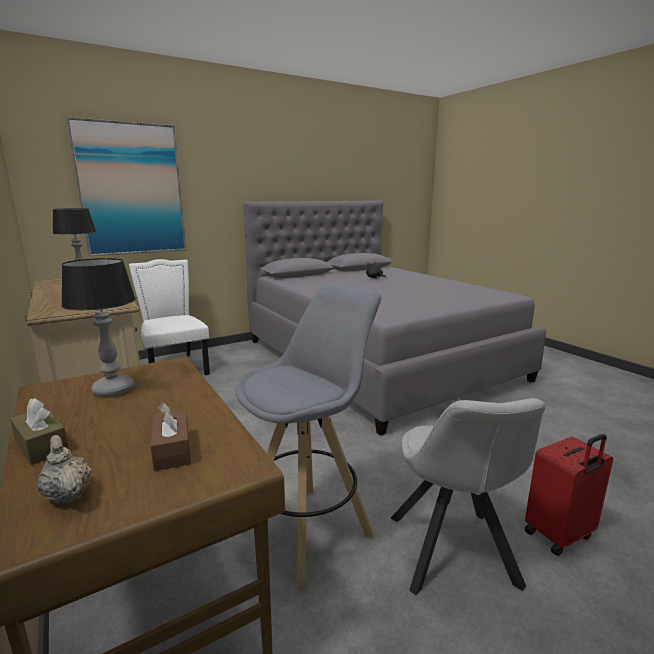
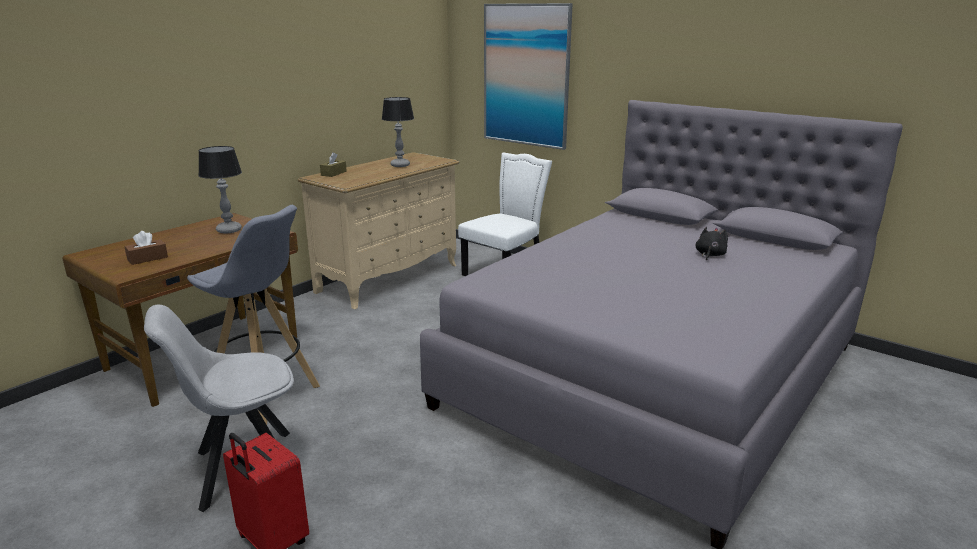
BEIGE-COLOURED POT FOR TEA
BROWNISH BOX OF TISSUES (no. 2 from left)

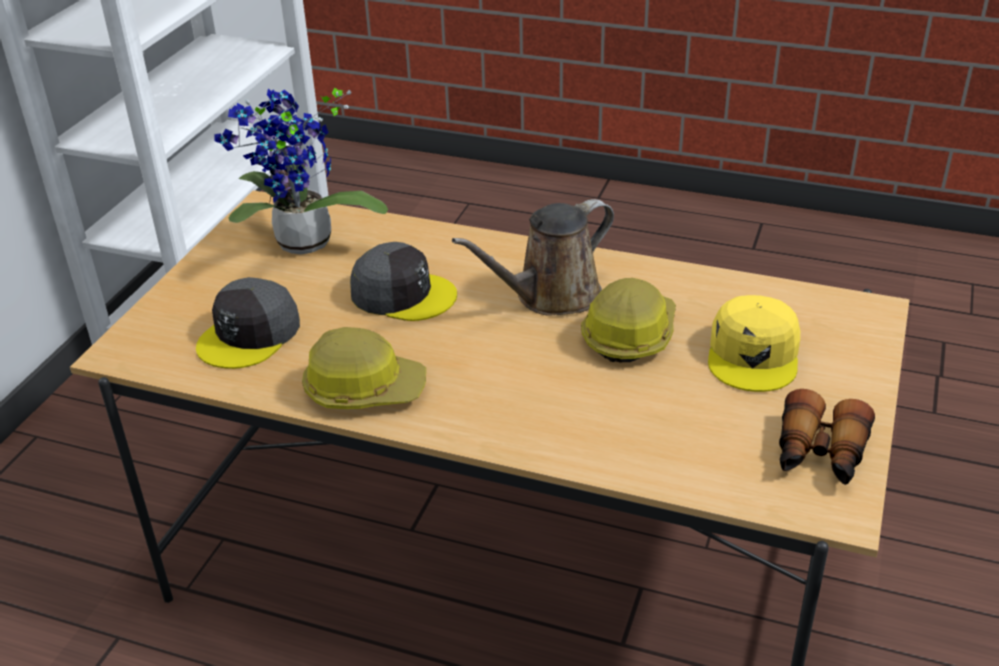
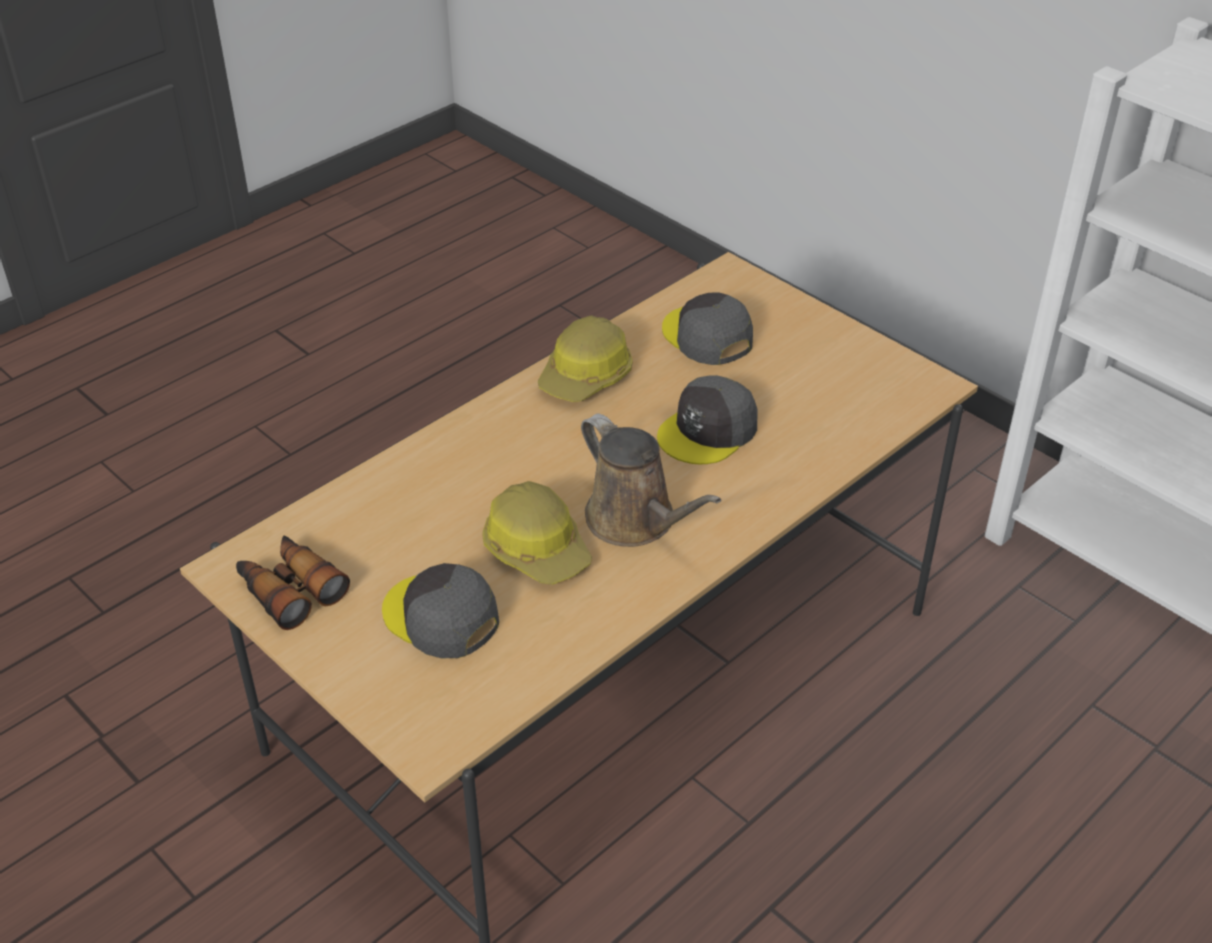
PLANT IN A POT
GREYISH CAP (no. 1 from left)
BROWNISH WATERING POT

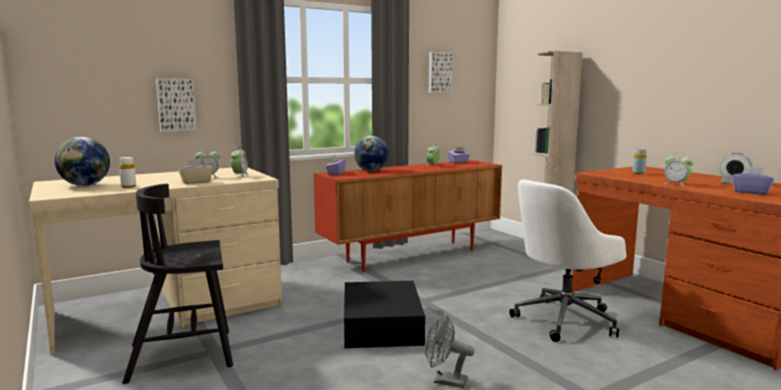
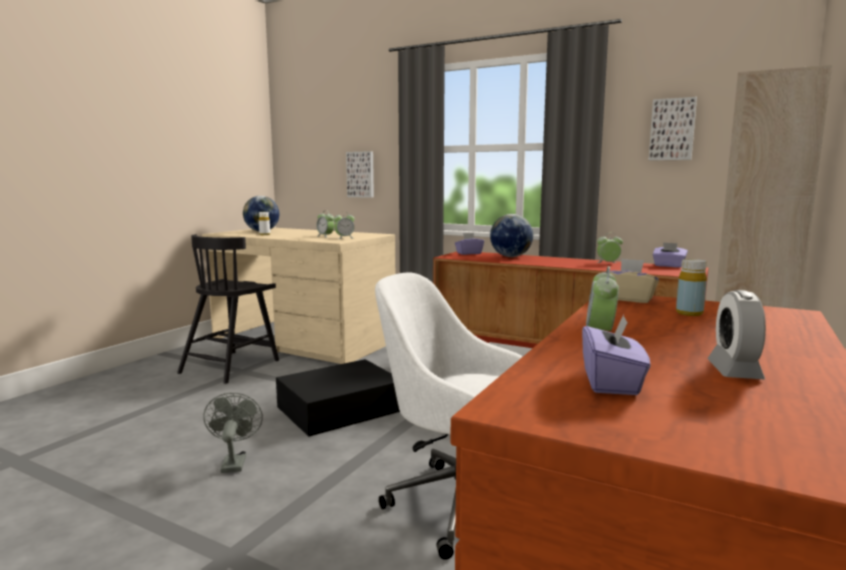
BEIGE-COLOURED BOX OF TISSUES
BLACK PLAIN CHAIR

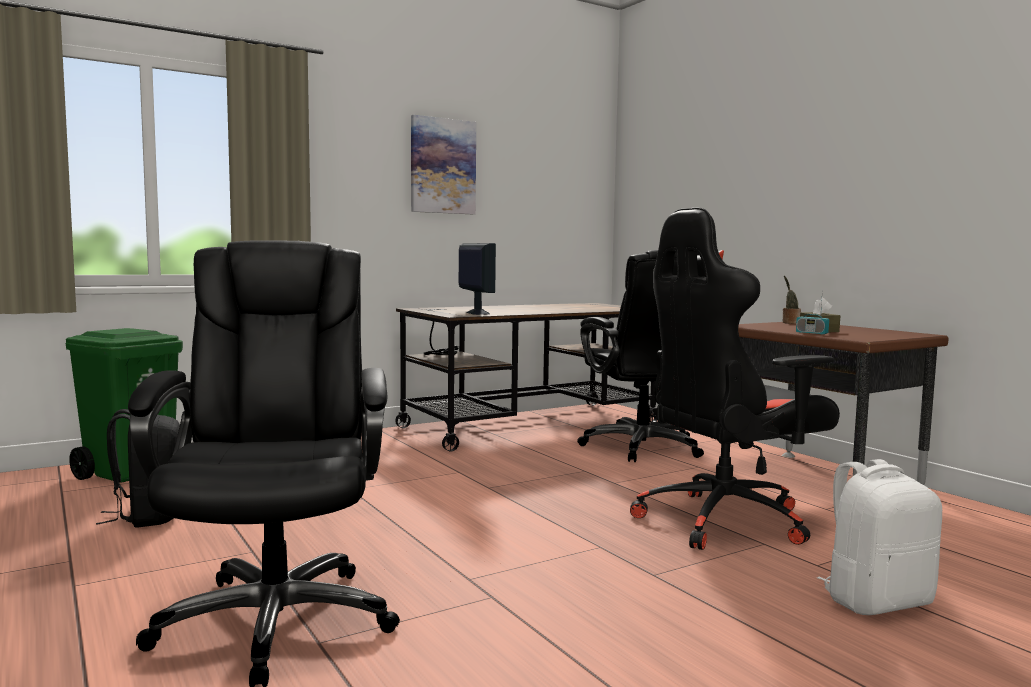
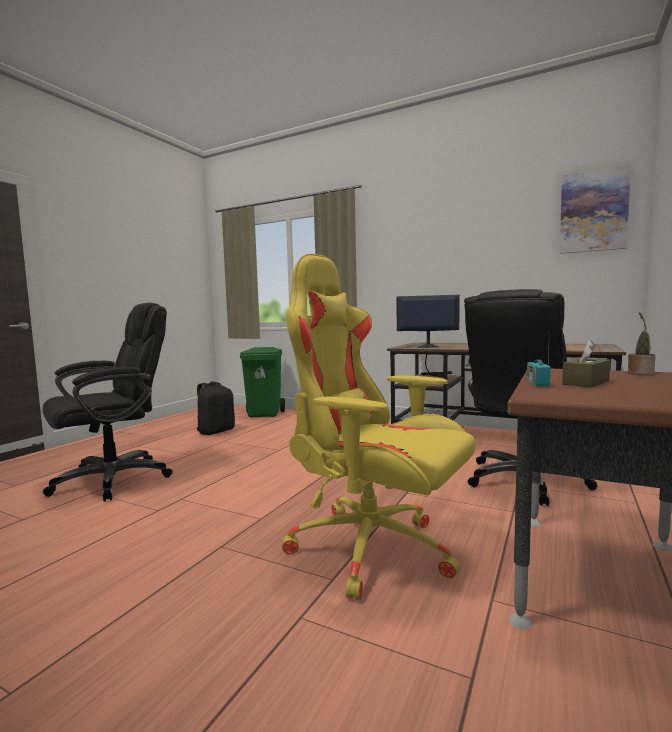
WHITE RUCKSACK
PICTURE
YELLOW-COLOURED COMPUTER CHAIR
COMPUTER DISPLAY

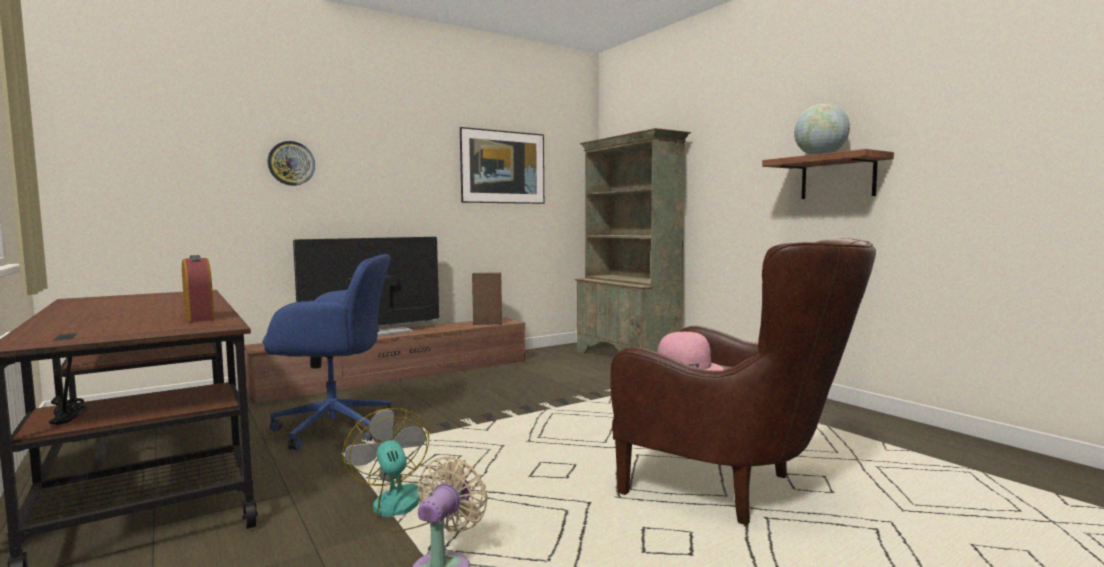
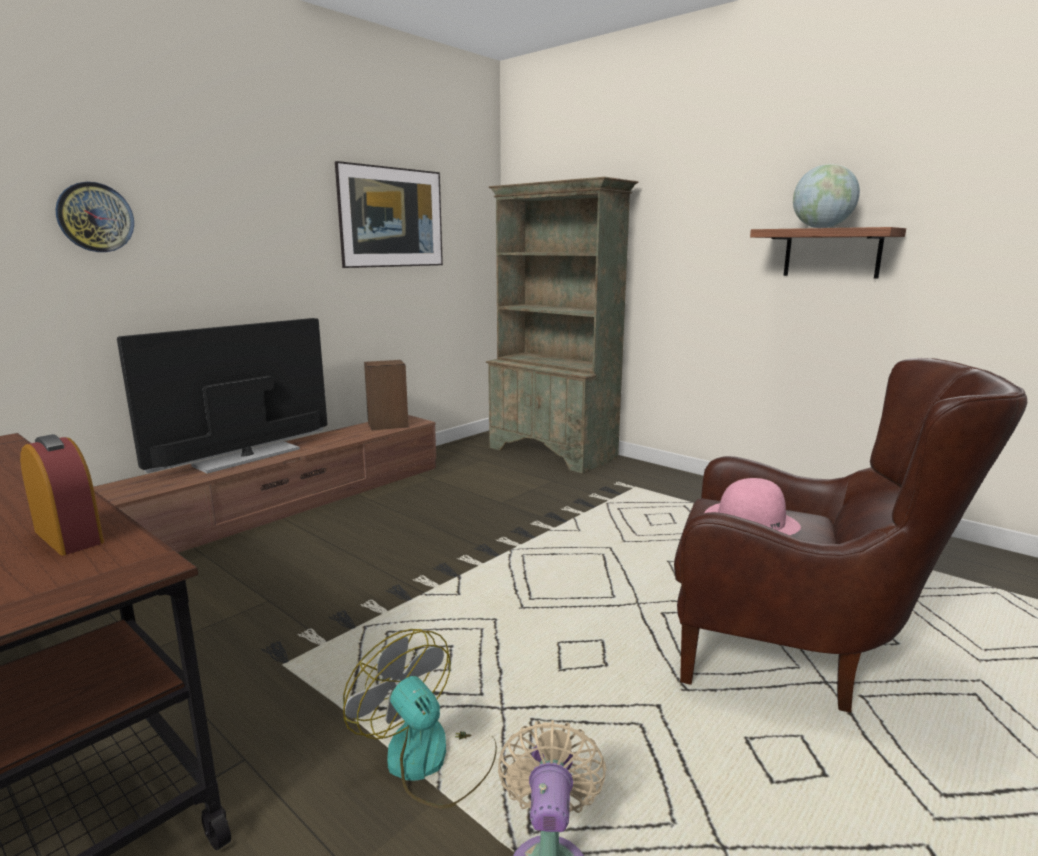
BLUISH COMPUTER CHAIR

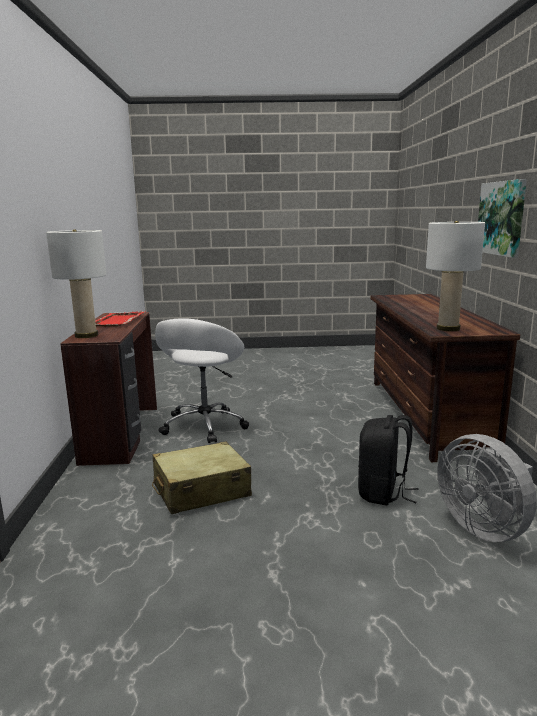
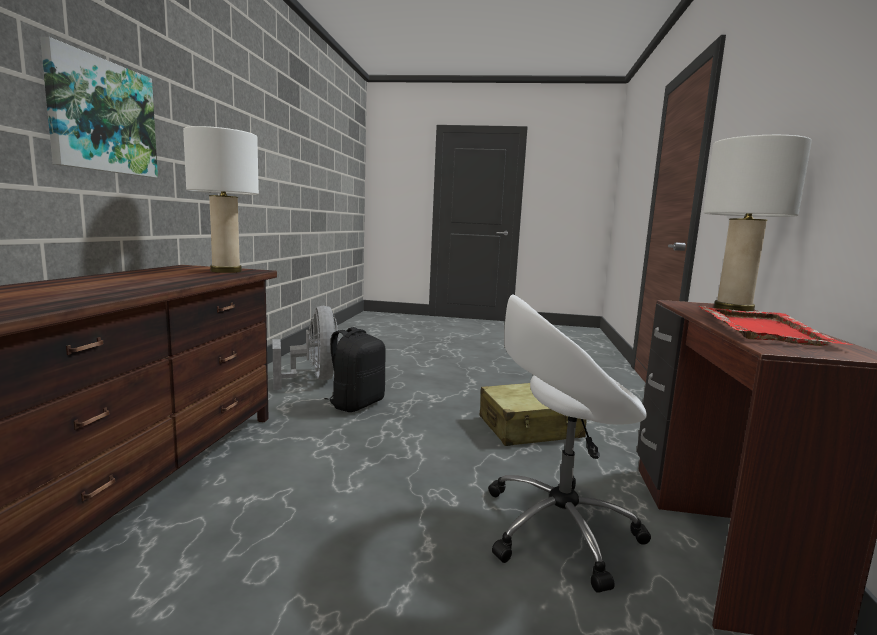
WHITE COMPUTER CHAIR

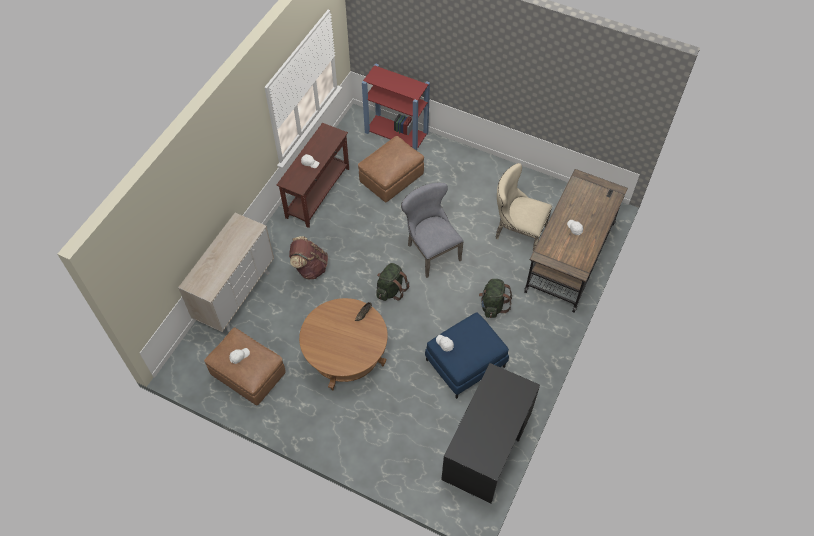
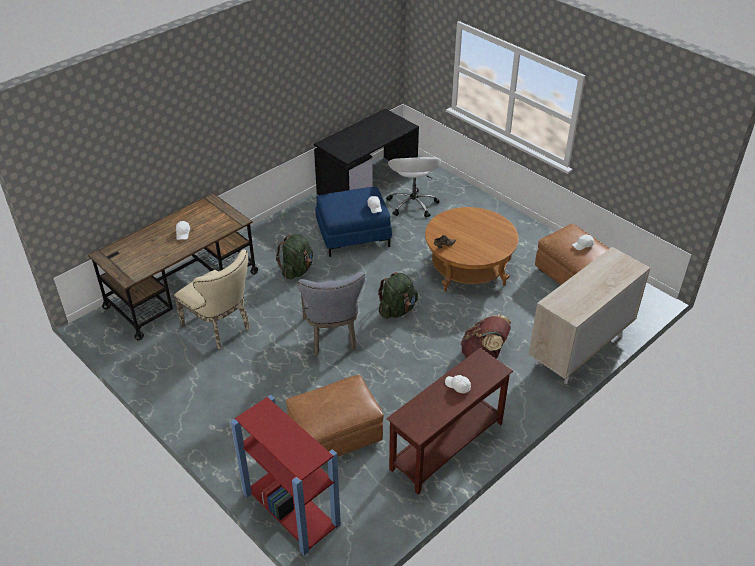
WHITE COMPUTER CHAIR

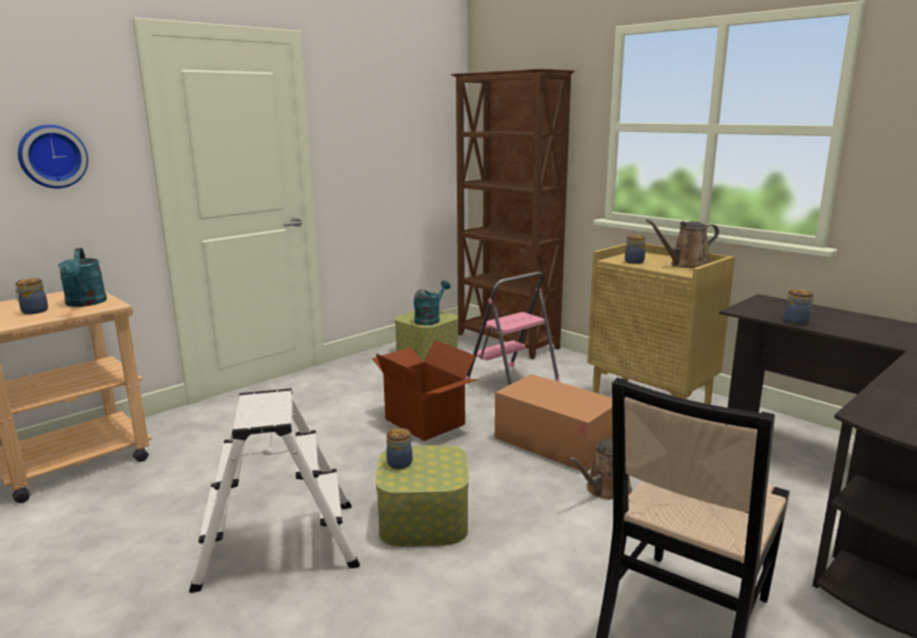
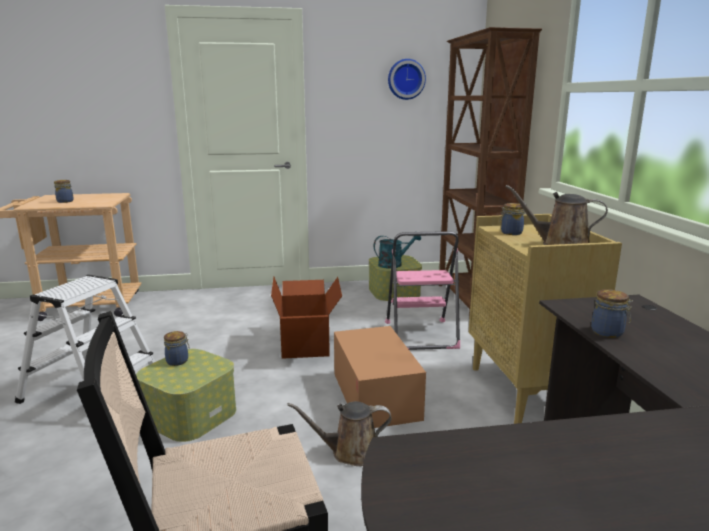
BLUE-GREEN WATERING POT (no. 1 from left in the first image)
WALL CLOCK

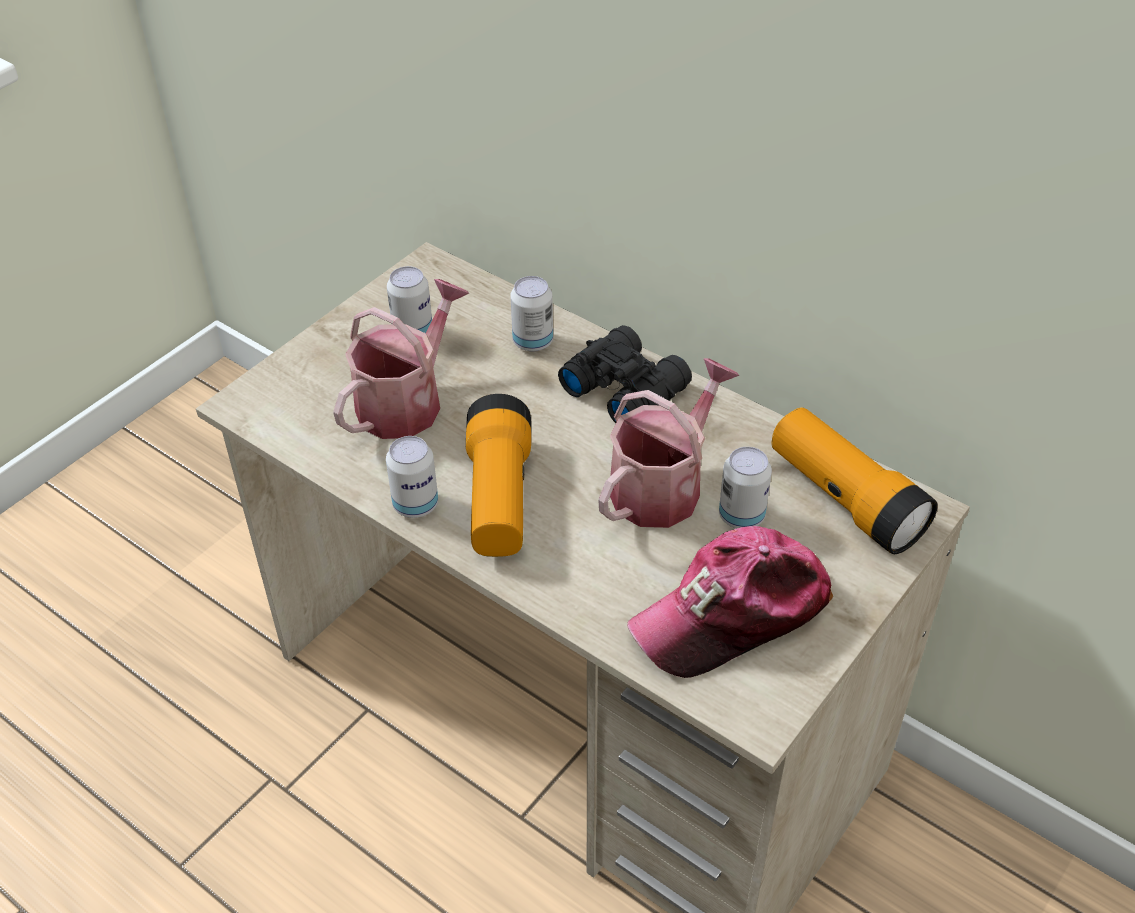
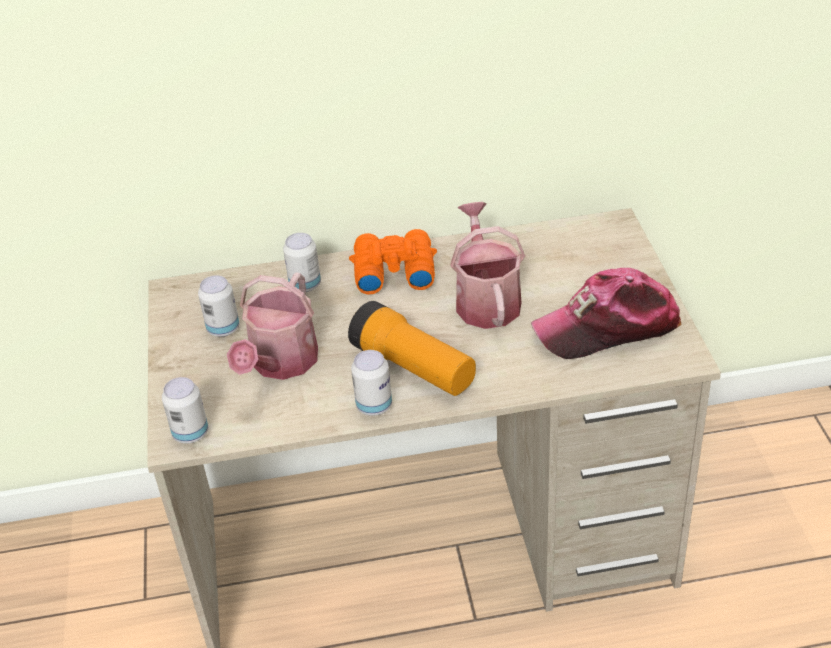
FLASHLIGHT (no. 2 from left in the first image)
CAN (no. 1 from left)
ORANGE-COLOURED PAIR OF BINOCULARS
WATERING POT (no. 1 from left)
CAP

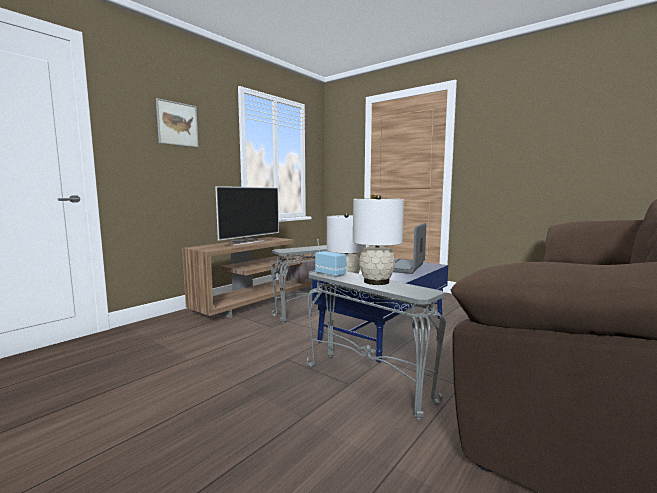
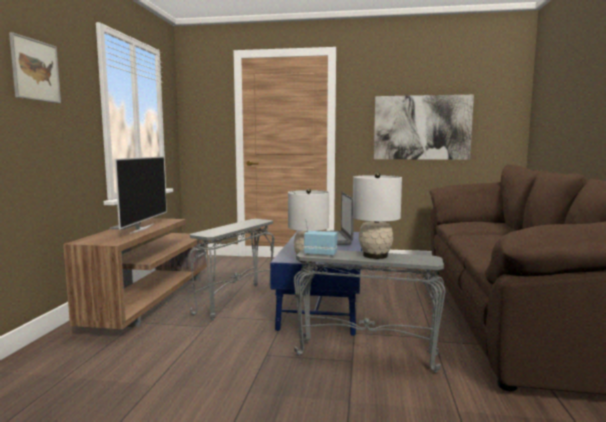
PICTURE (no. 2 from left)

